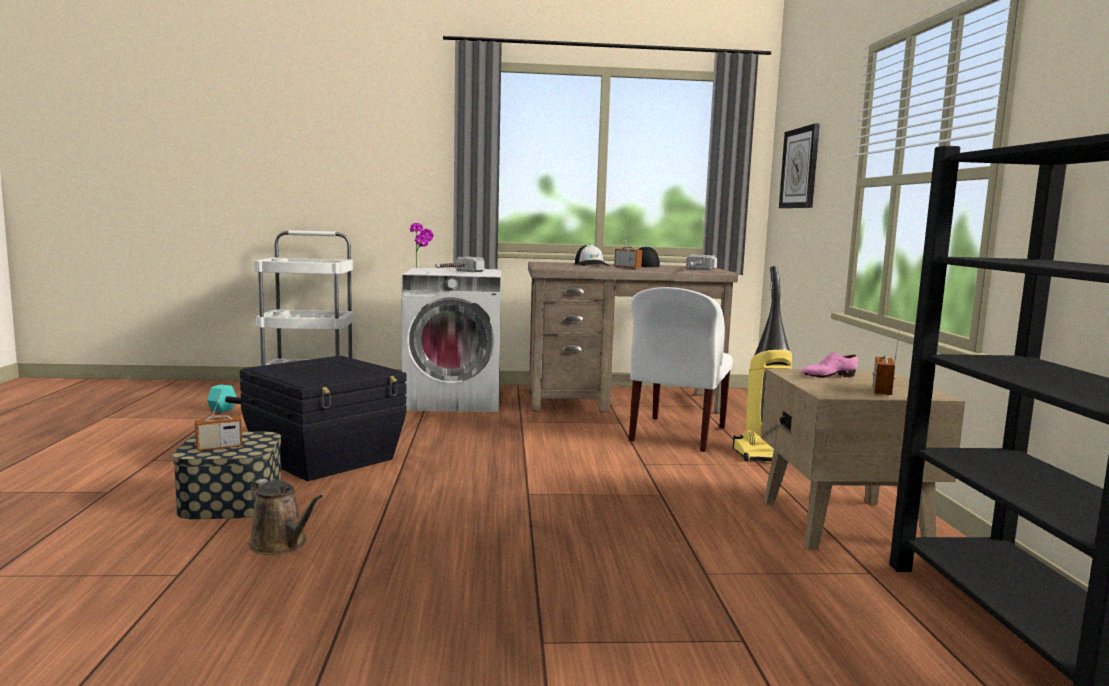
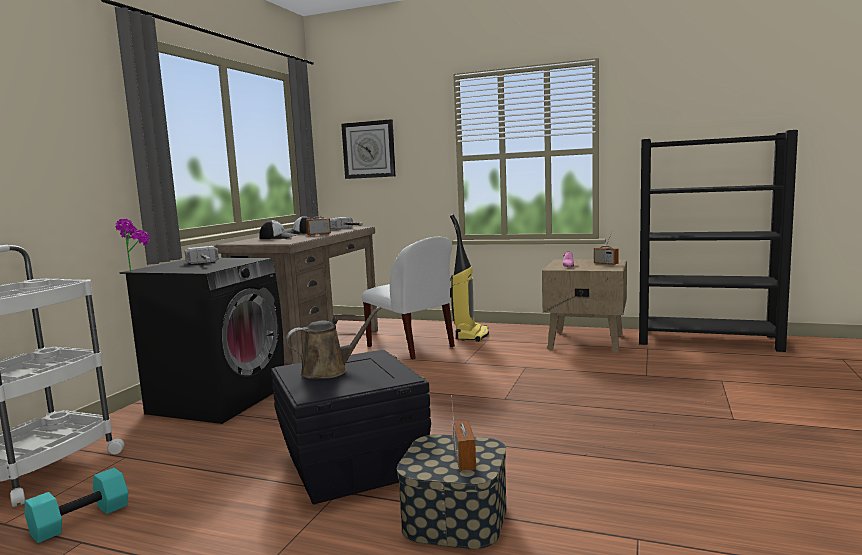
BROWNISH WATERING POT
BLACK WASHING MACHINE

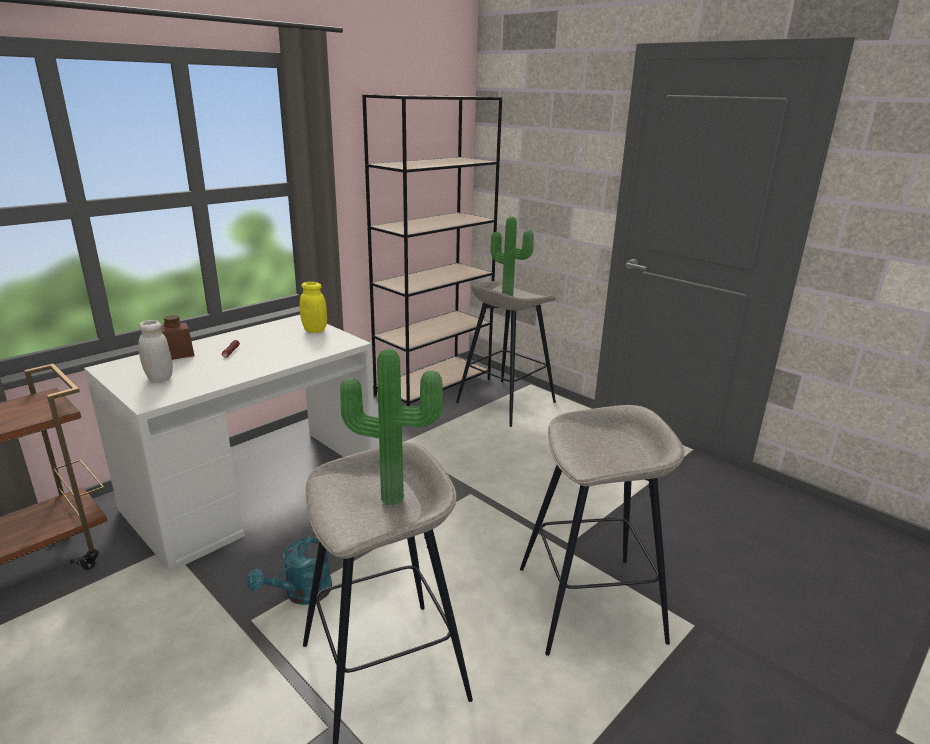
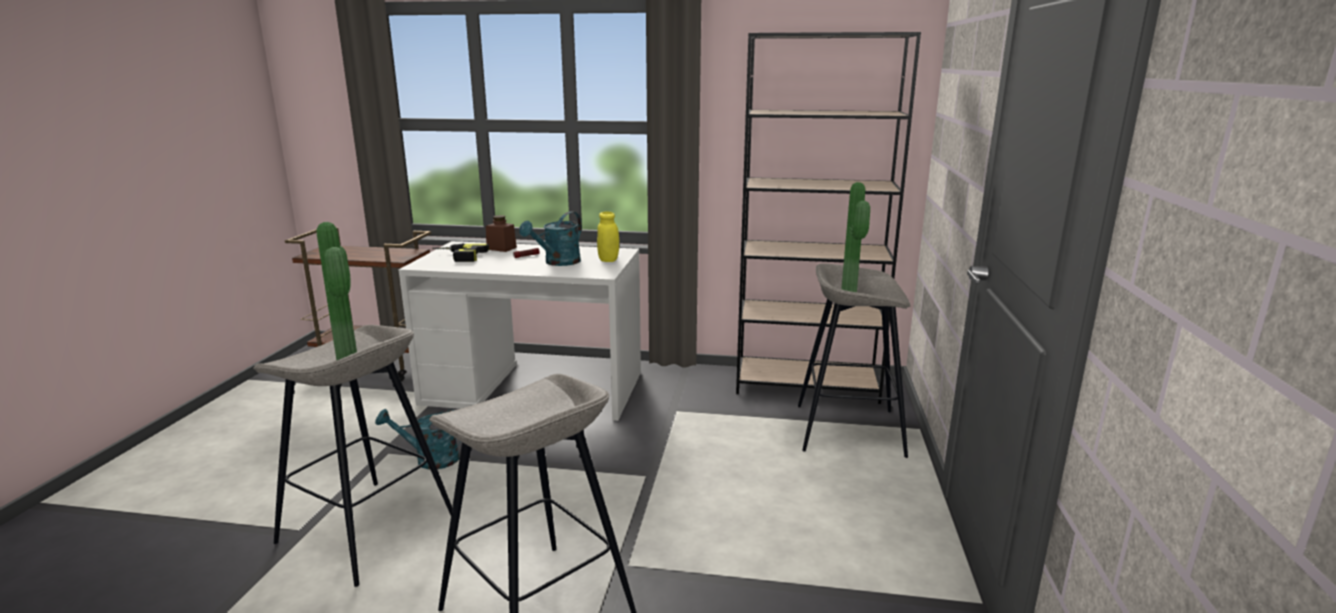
BLUE-GREEN WATERING POT (no. 2 from left)
DRILL

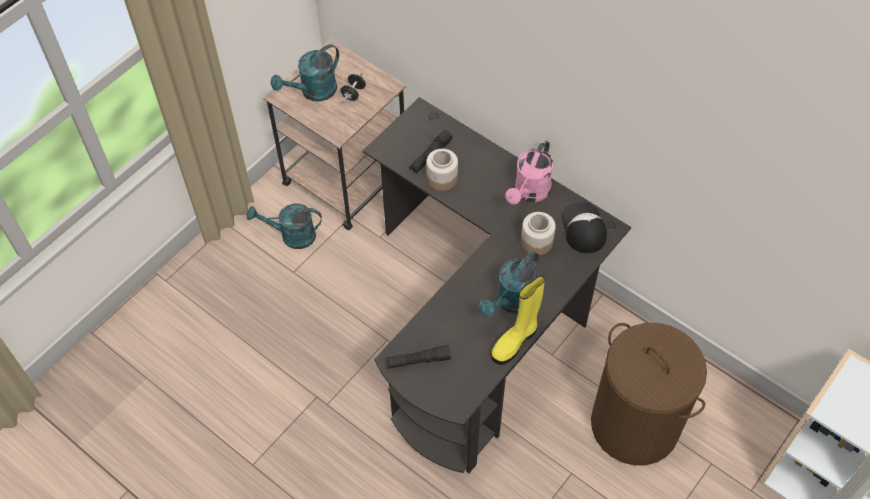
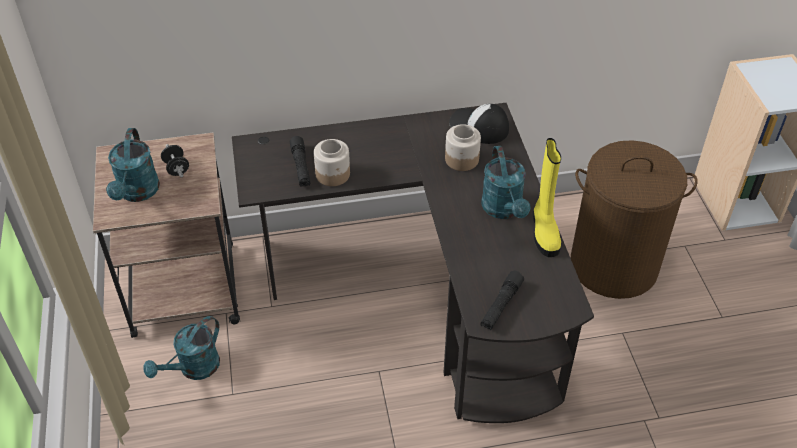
PINK WATERING POT

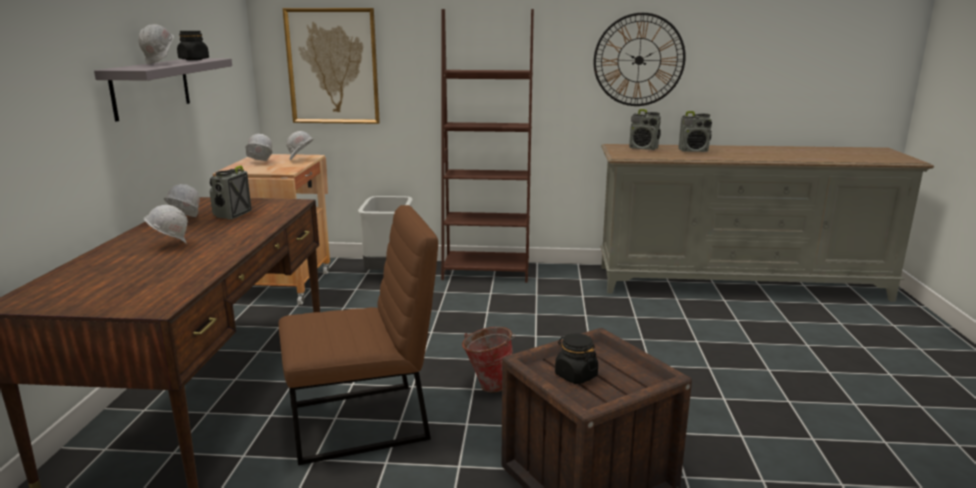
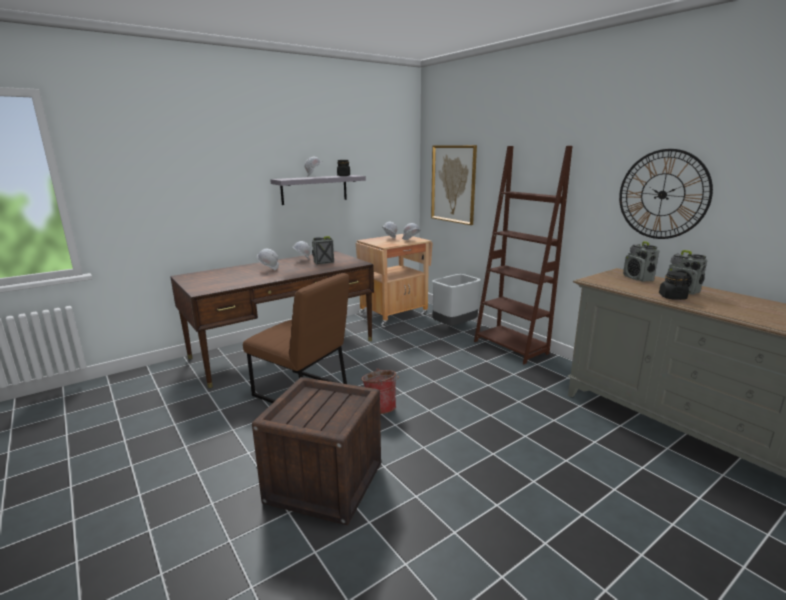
BLACK JAR (no. 2 from left)

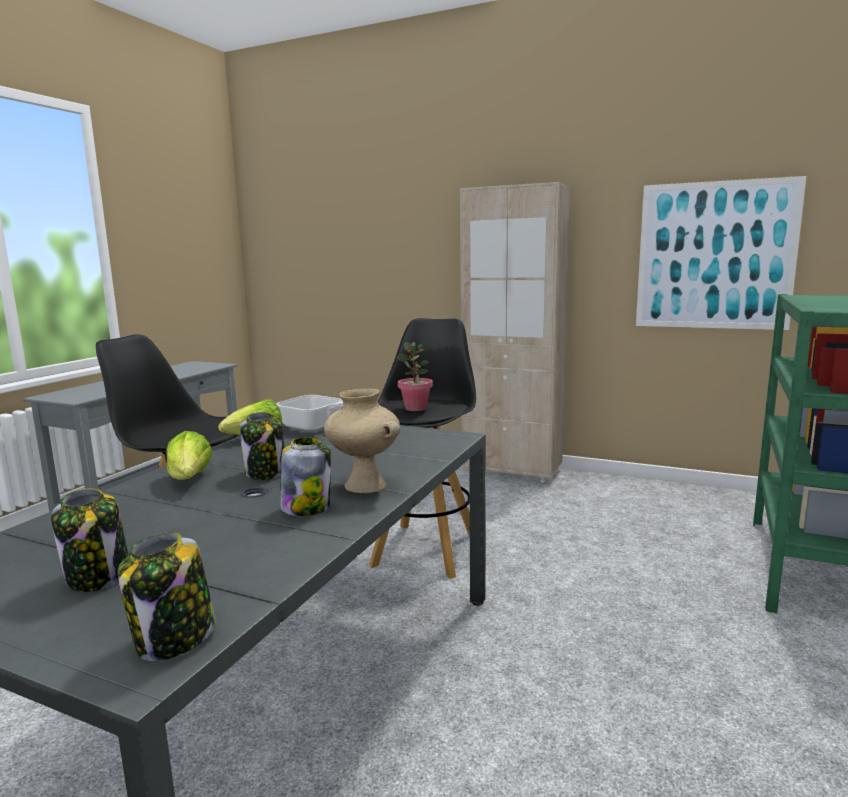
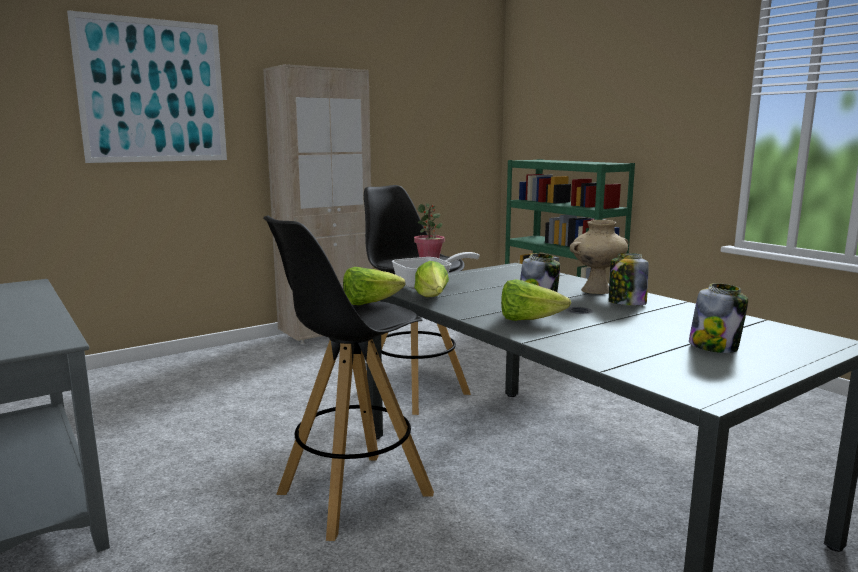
JAR (no. 2 from left in the first image)
LETTUCE HEAD (no. 1 from left)
PICTURE

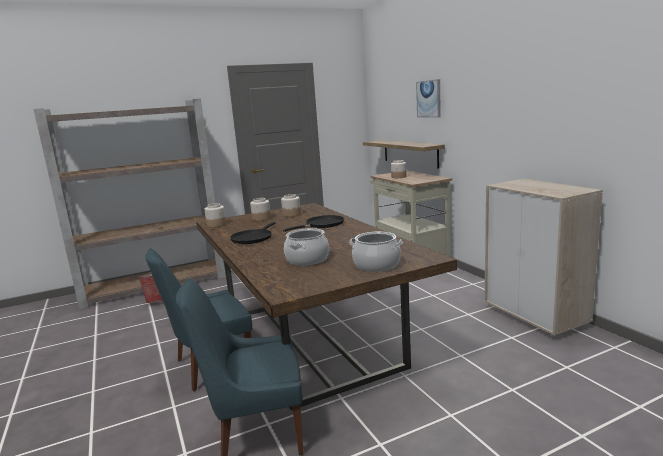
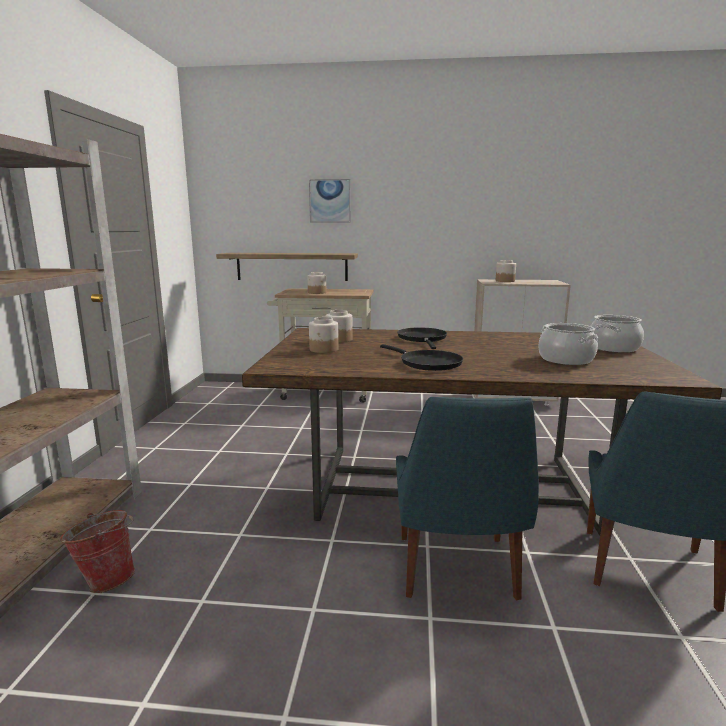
JAR (no. 4 from left)

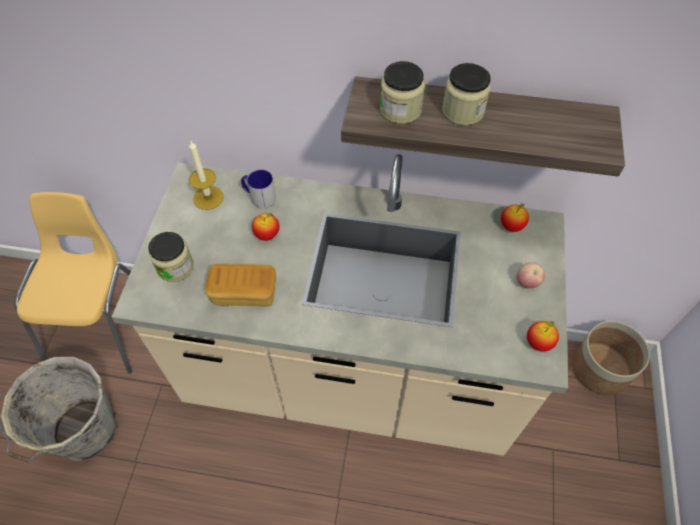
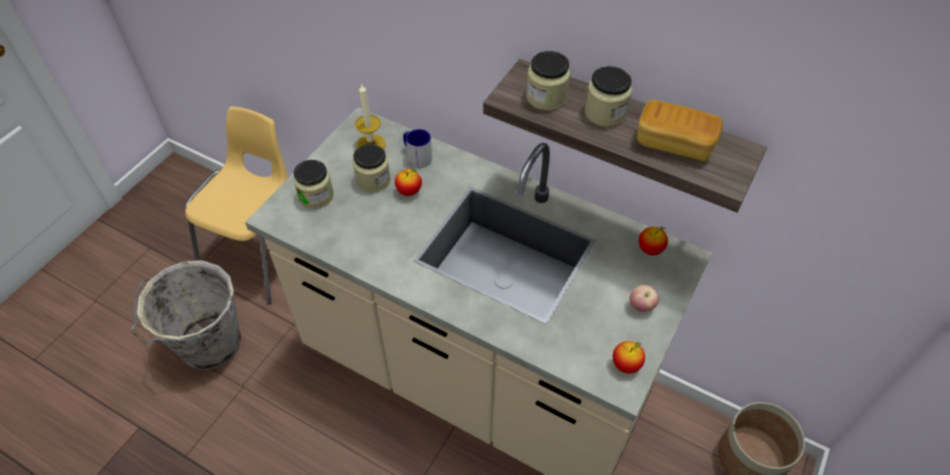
JAR (no. 2 from left)
BAKED BREAD

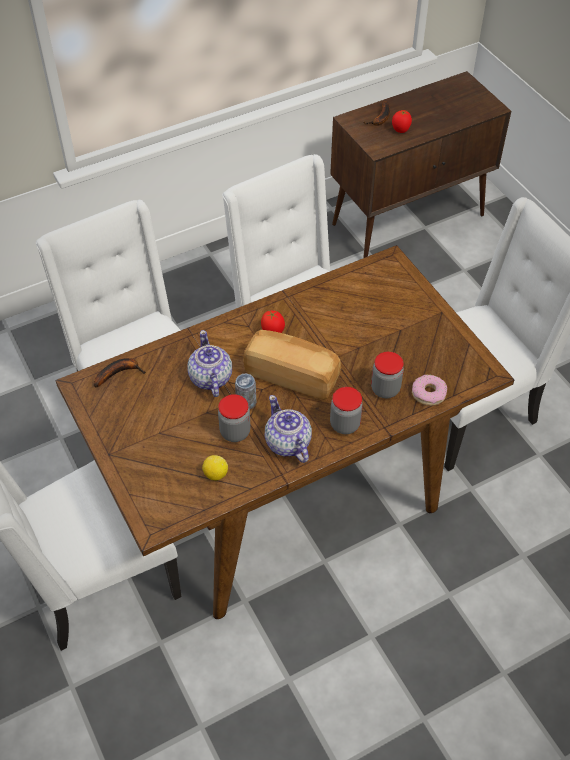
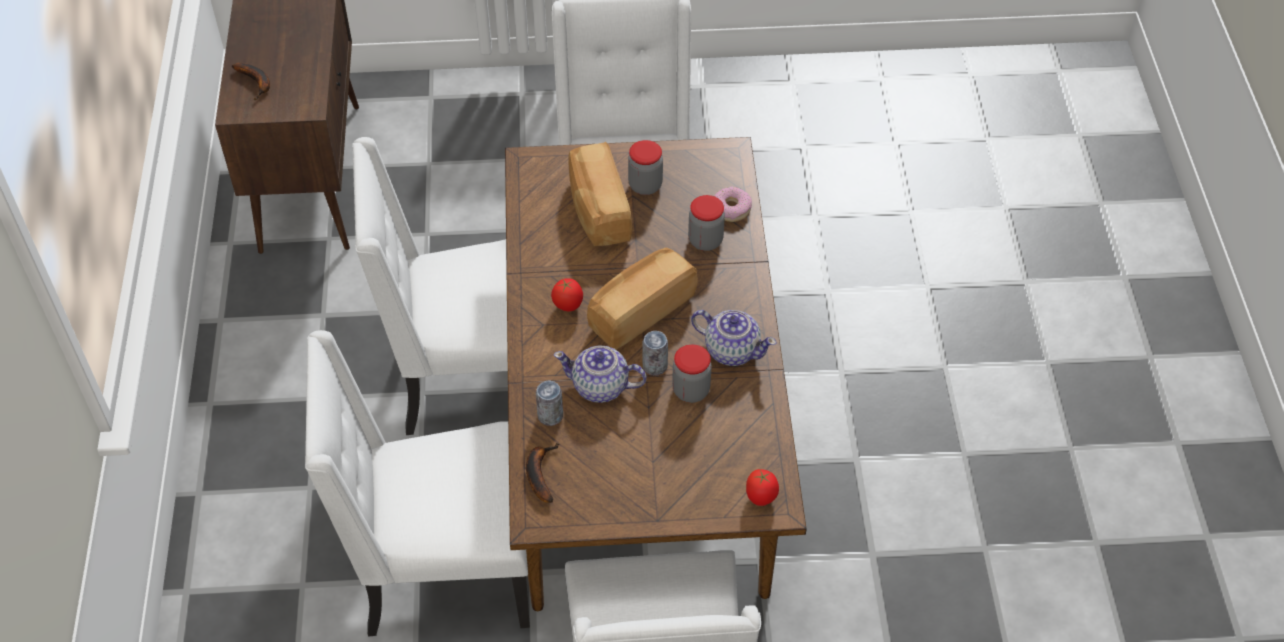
CITRUS FRUIT
CAN (no. 1 from left)
BAKED BREAD (no. 1 from left)
JAR (no. 1 from left)
TOMATO (no. 2 from left)
POT FOR TEA (no. 2 from left)

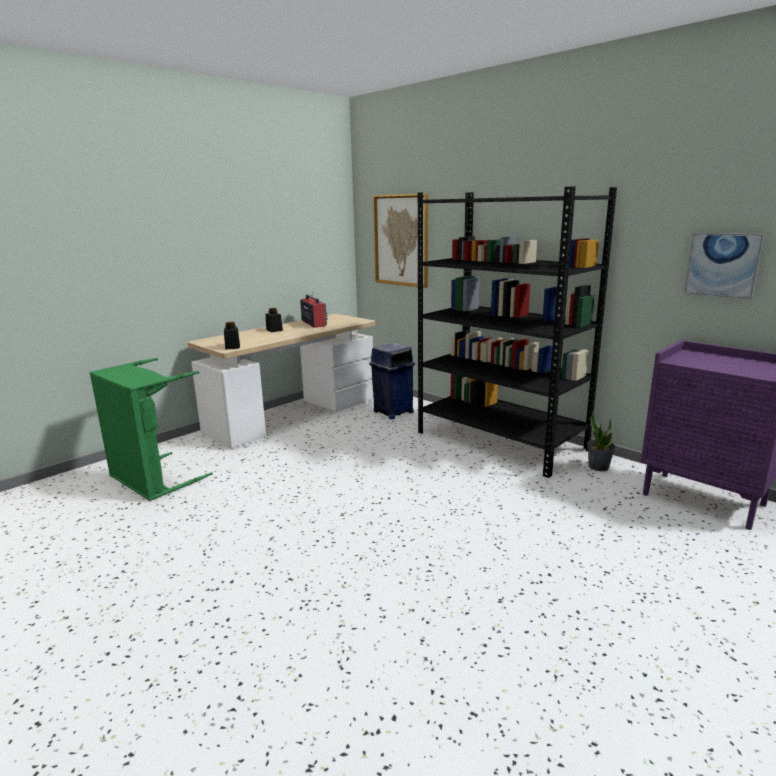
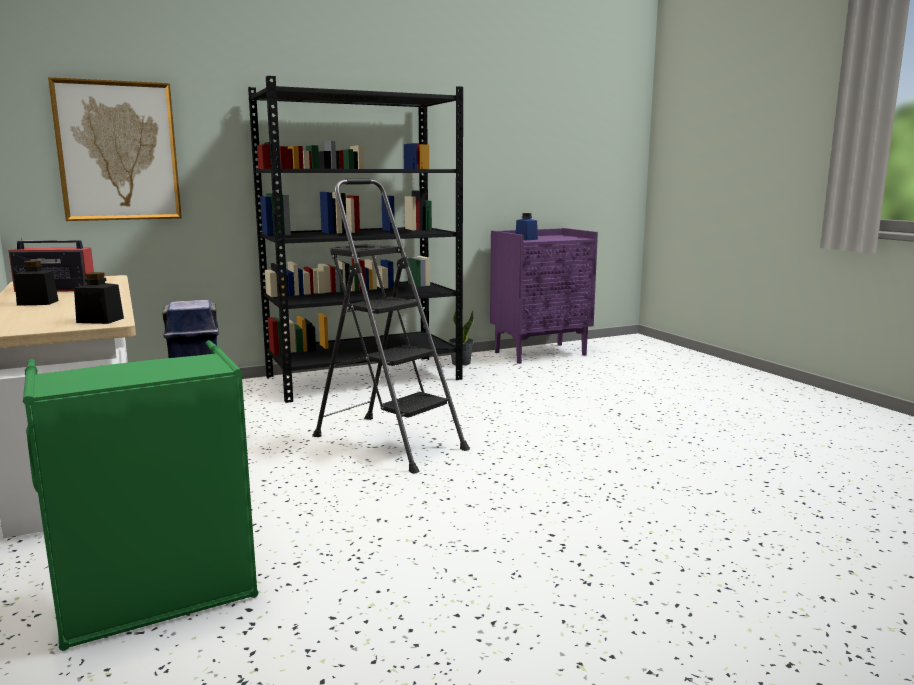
PICTURE (no. 2 from left in the first image)
STEP STOOL
BLUISH JAR

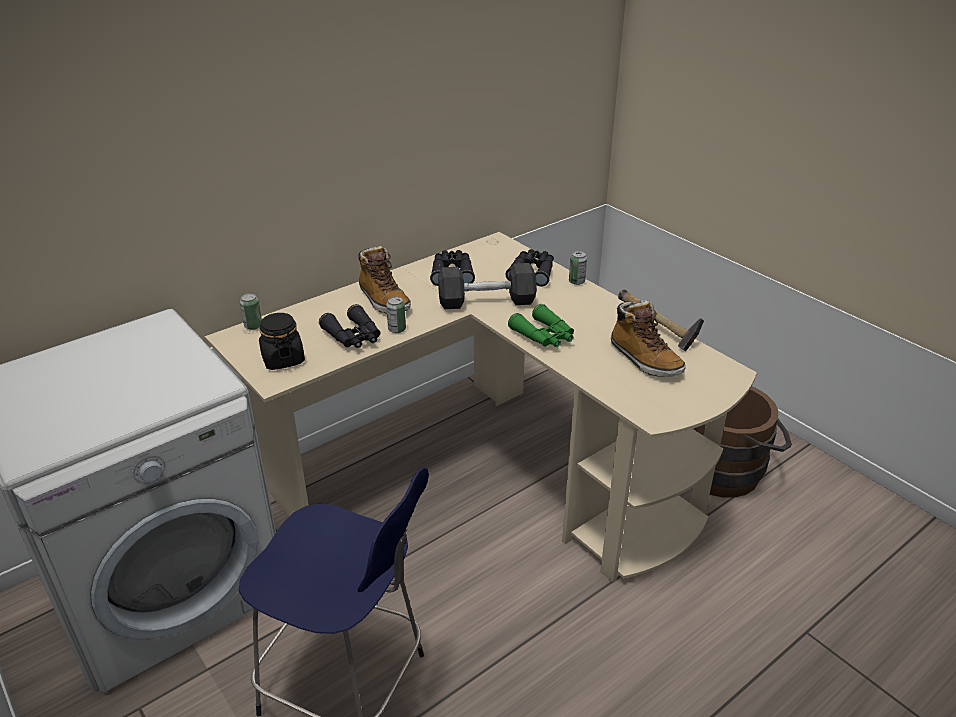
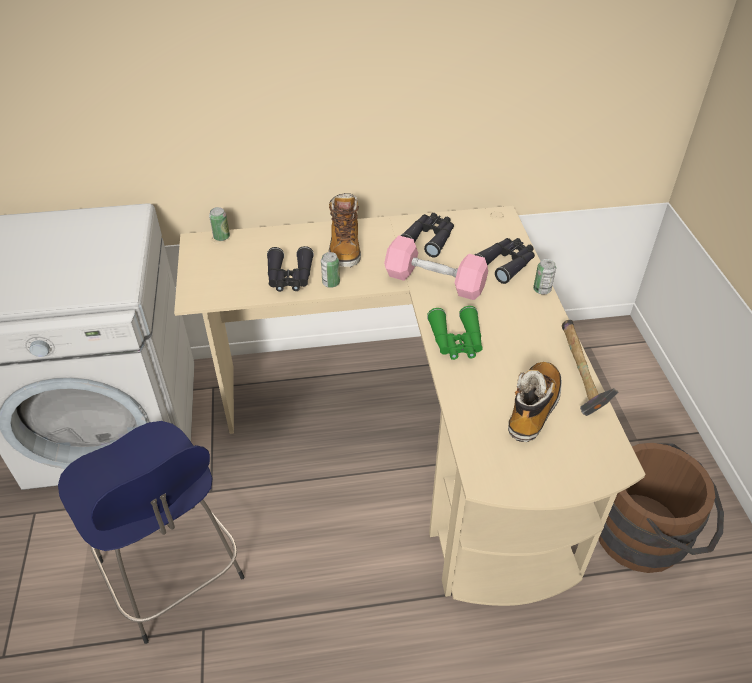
BLACK JAR
PINK FREE WEIGHT
BOOT (no. 2 from left)

